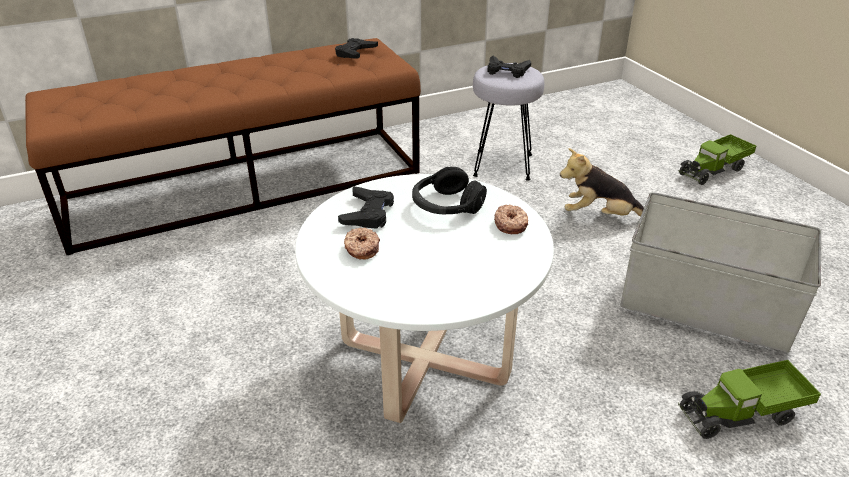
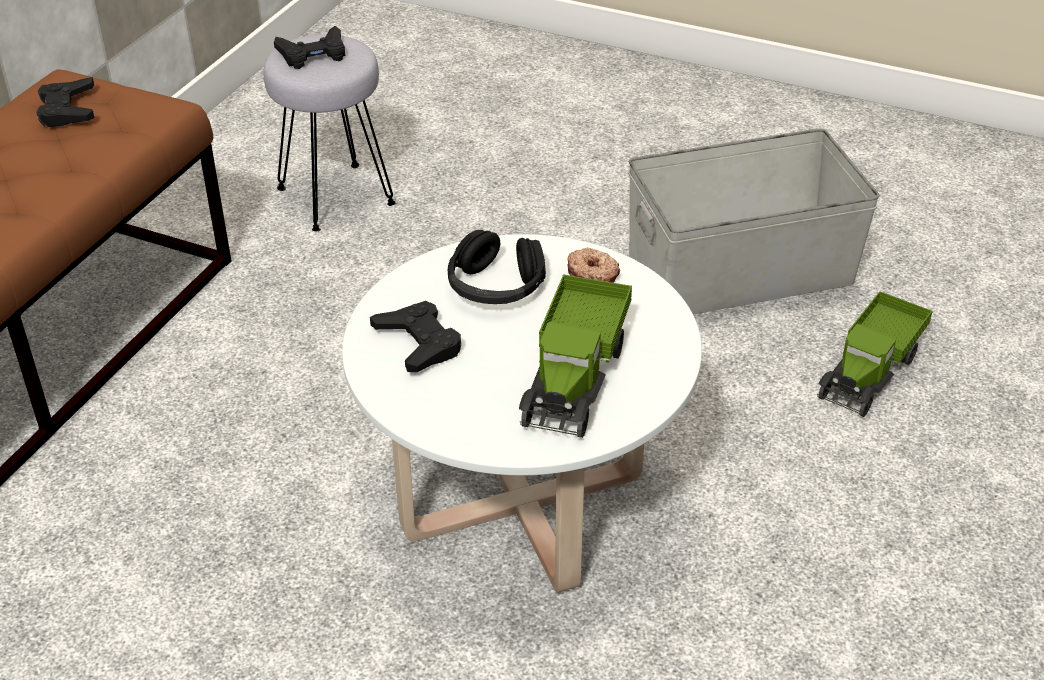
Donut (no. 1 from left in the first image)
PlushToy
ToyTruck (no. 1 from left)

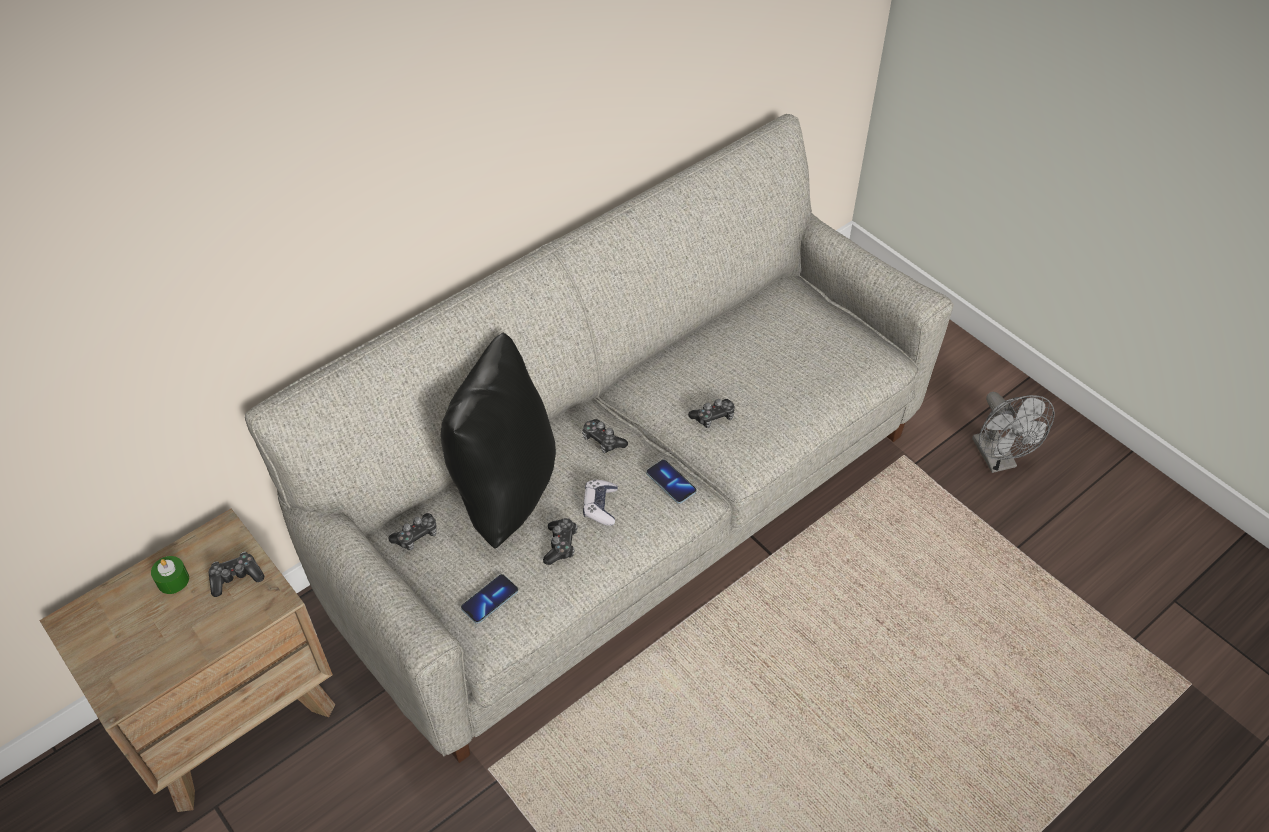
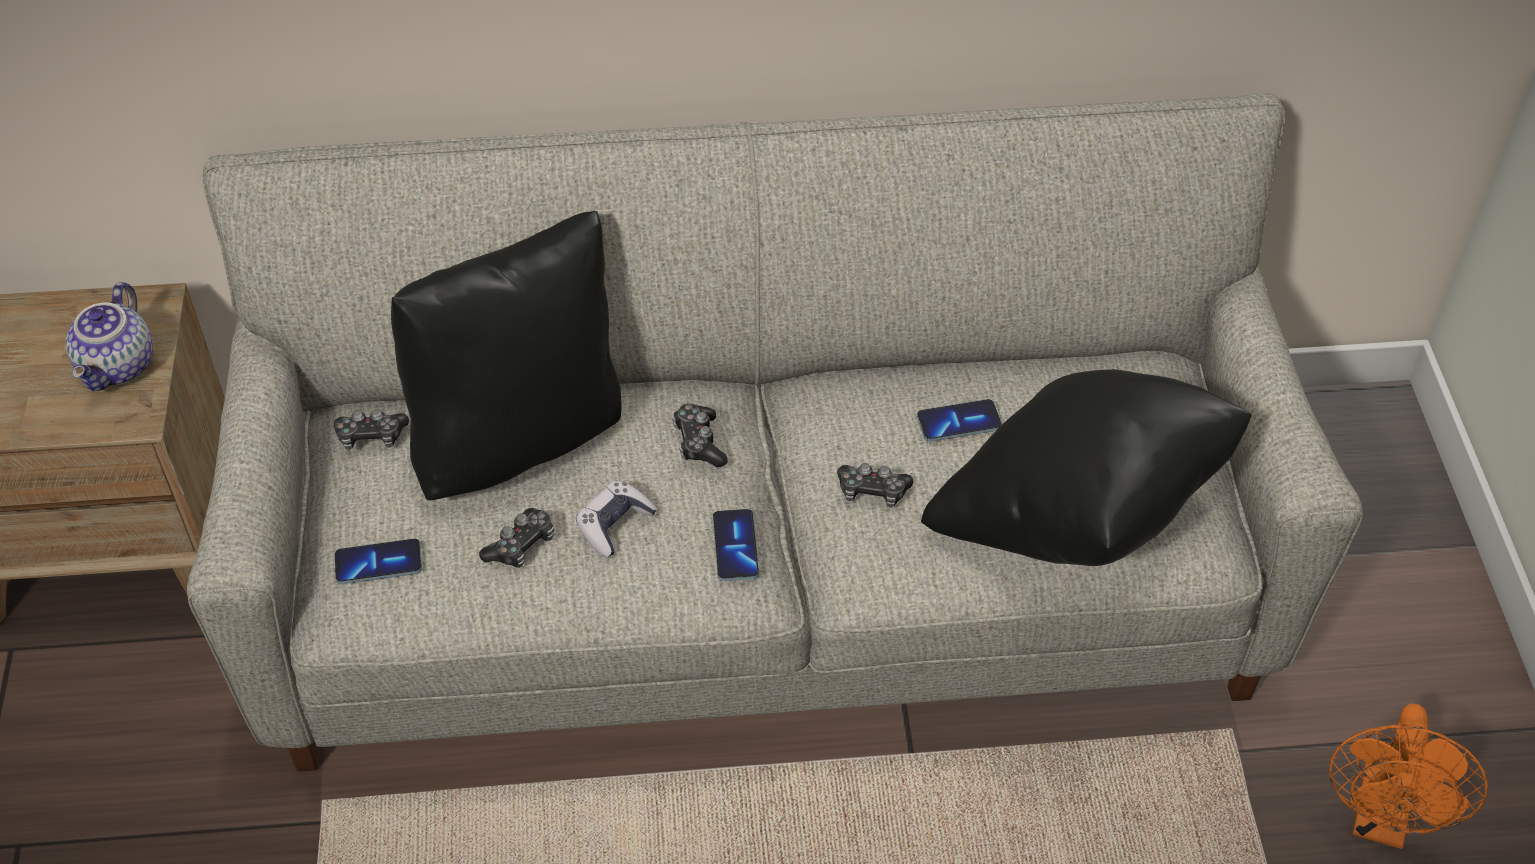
GreenCandle
Teapot
OrangeFan
Phone (no. 3 from left)
BlackPillow (no. 2 from left)

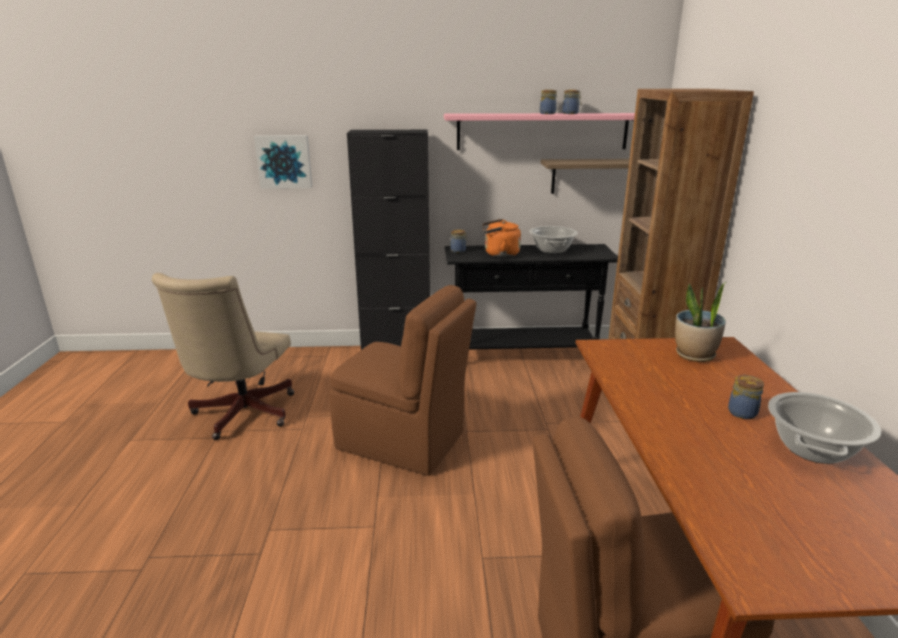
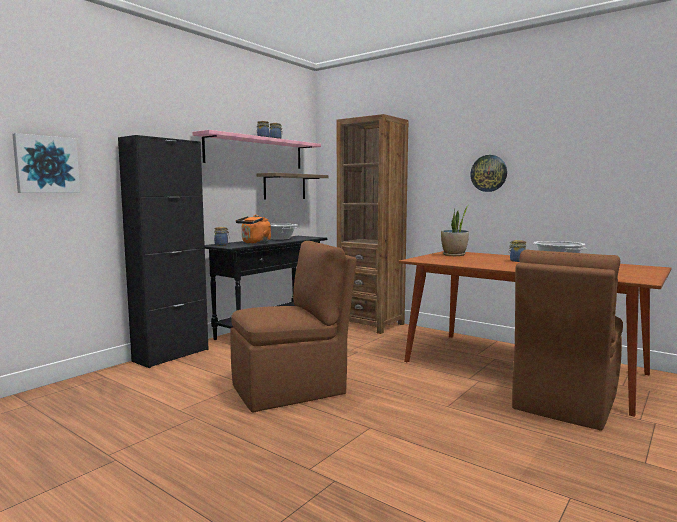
BeigeOfficeChair
WallClock

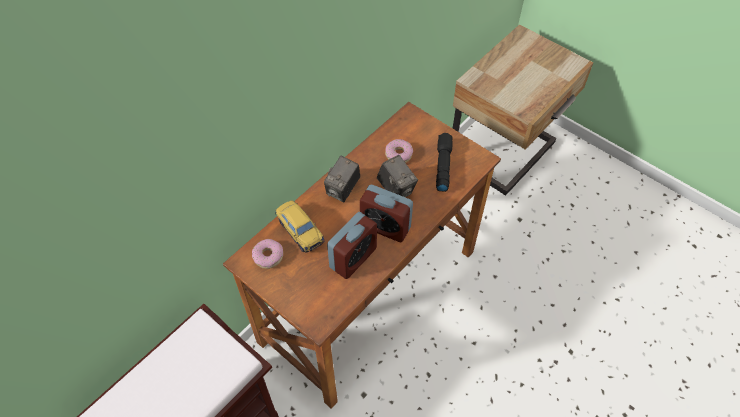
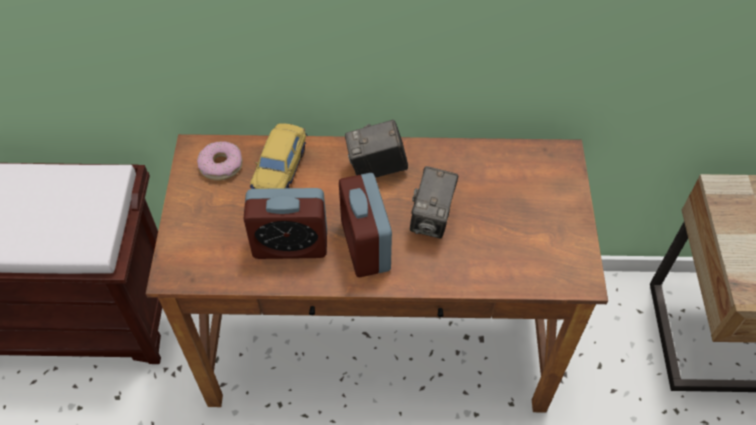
Donut (no. 2 from left in the first image)
BlackFlashlight

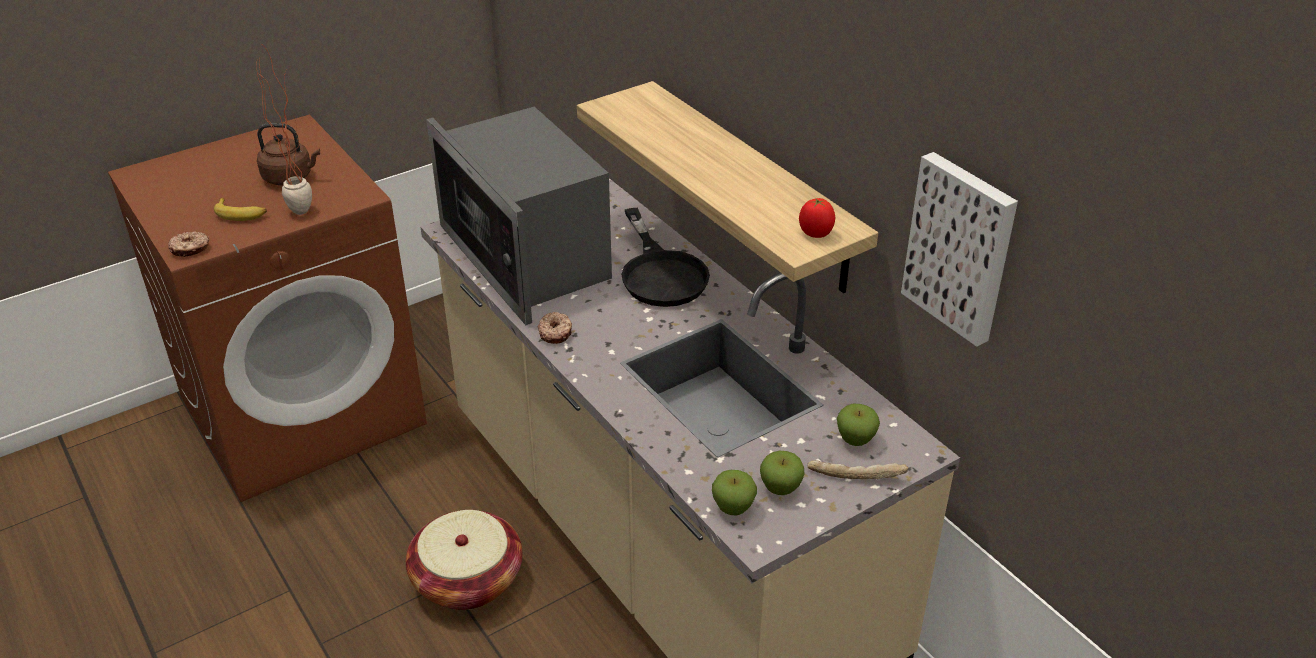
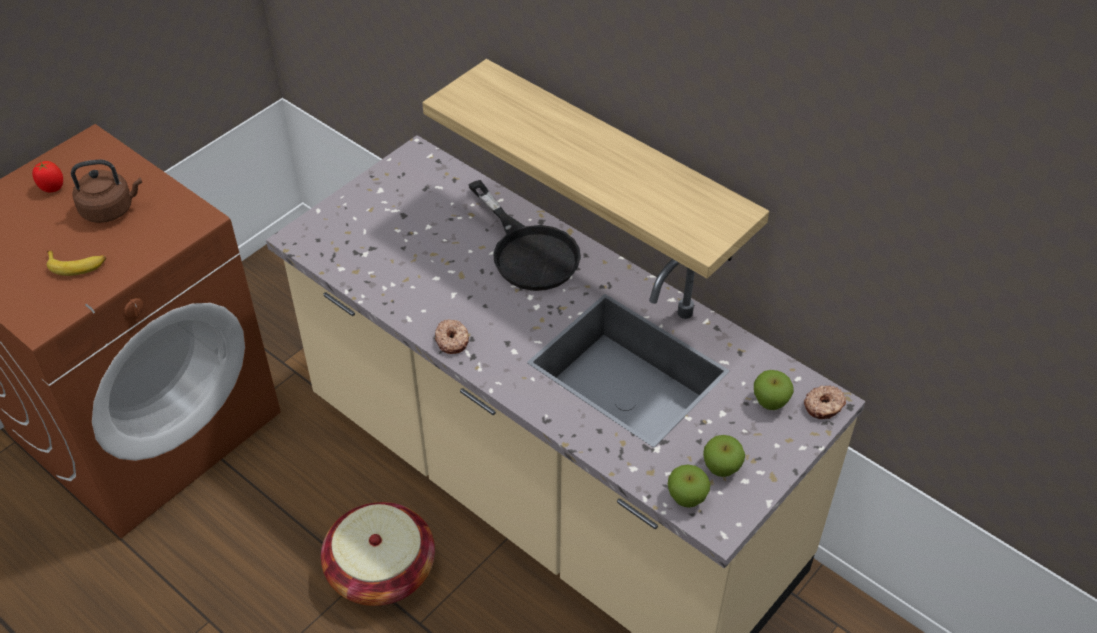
Donut (no. 2 from left)
PottedPlant
Microwave
Tomato
Bread
Picture

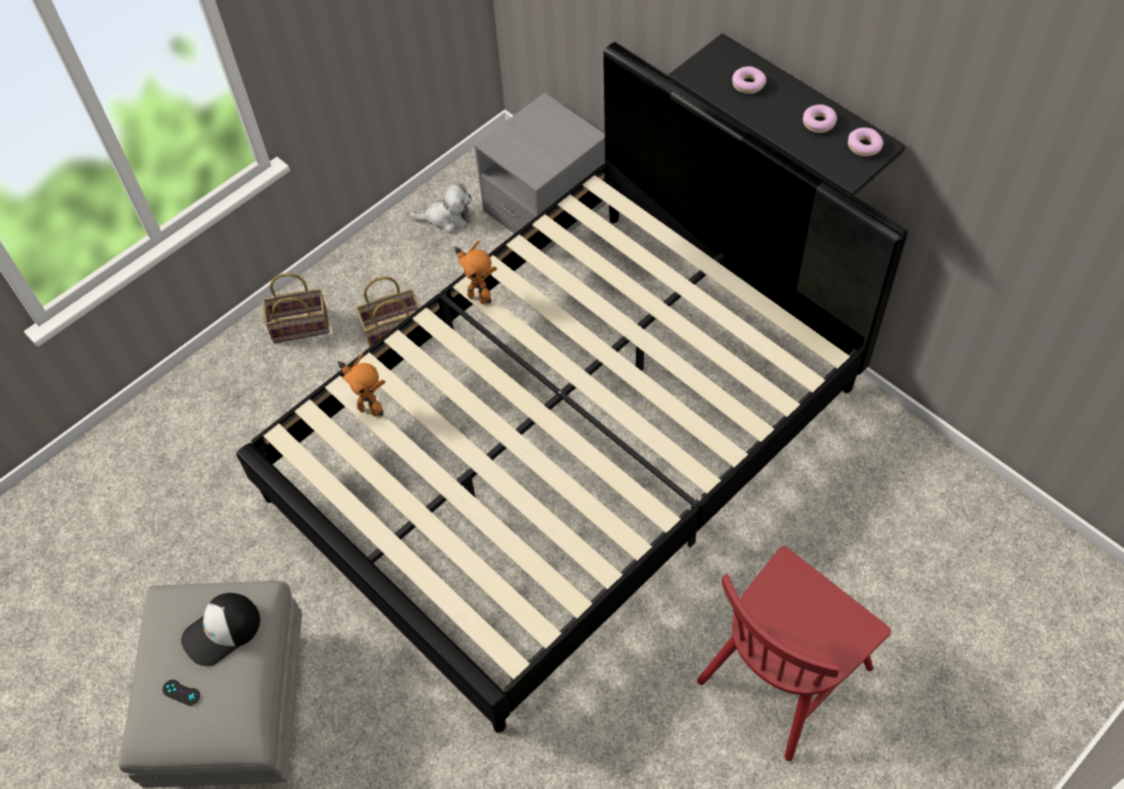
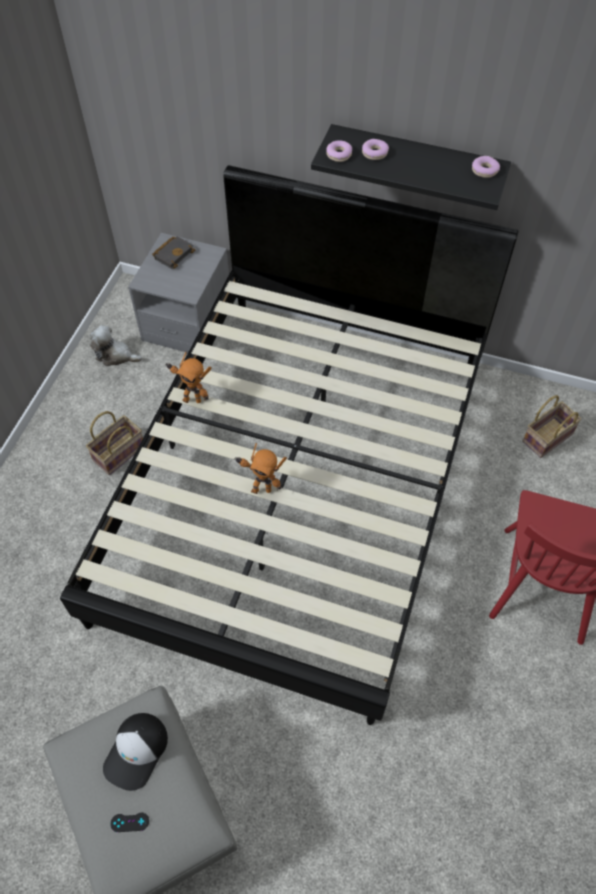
Basket (no. 2 from left)
ToyRobot (no. 2 from left)
PlushToy
Donut (no. 1 from left)
BlackBook

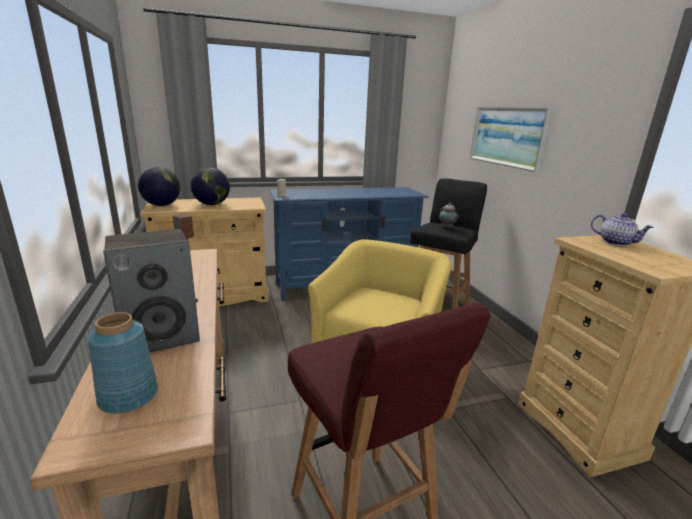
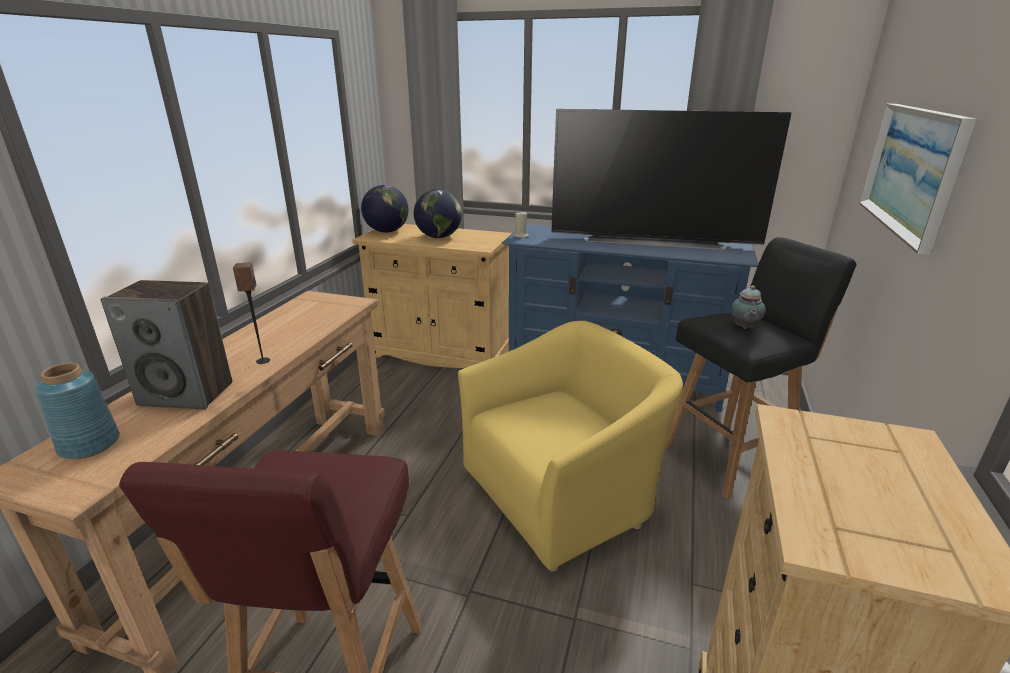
Teapot (no. 2 from left in the first image)
Television

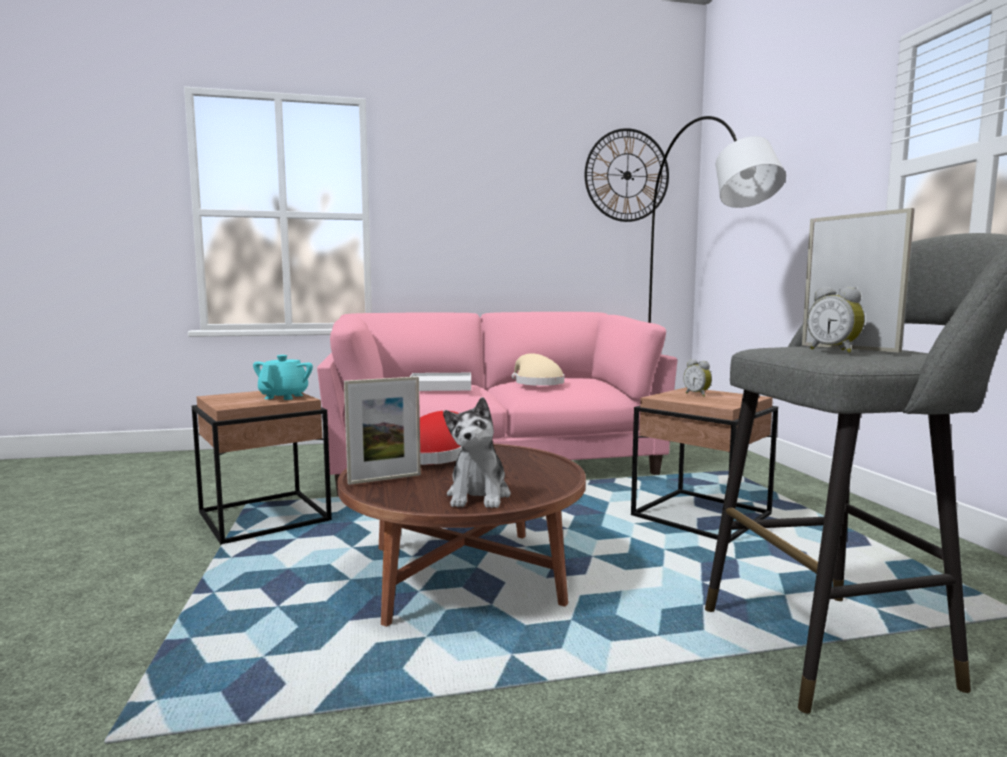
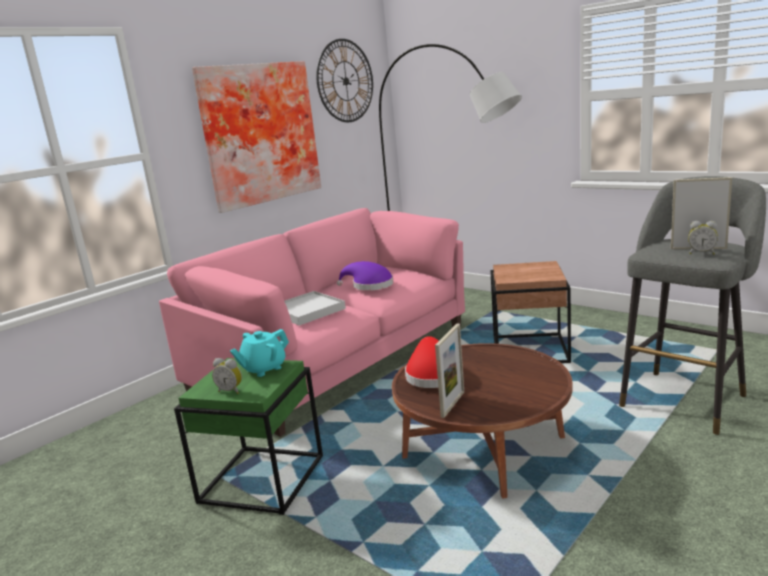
GreenSideTable
TurquoiseTeapot
PlushToy
PurpleHat
AlarmClock (no. 1 from left)
Picture

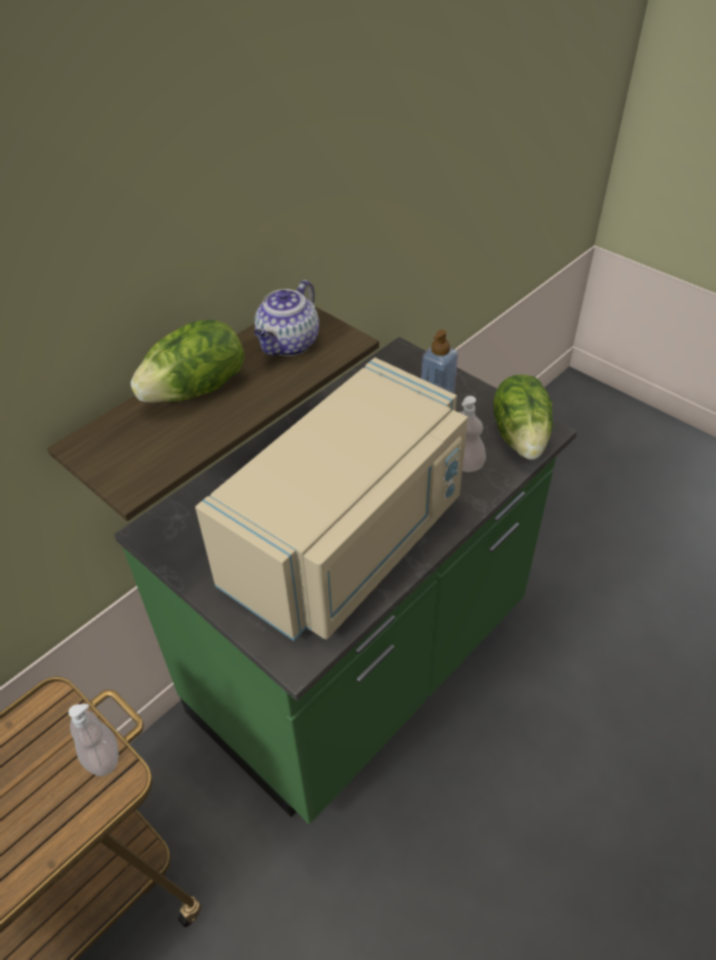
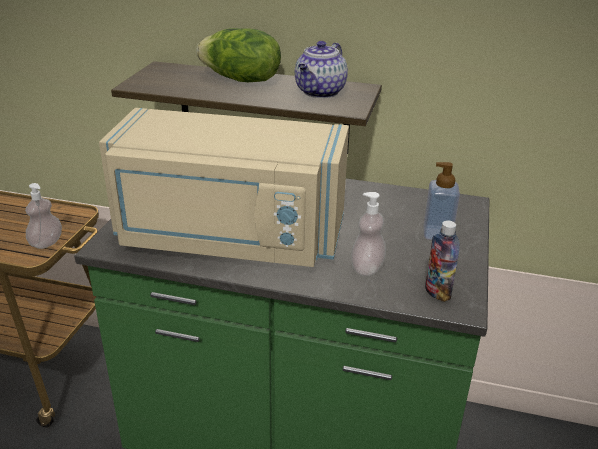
Teapot
Bottle

